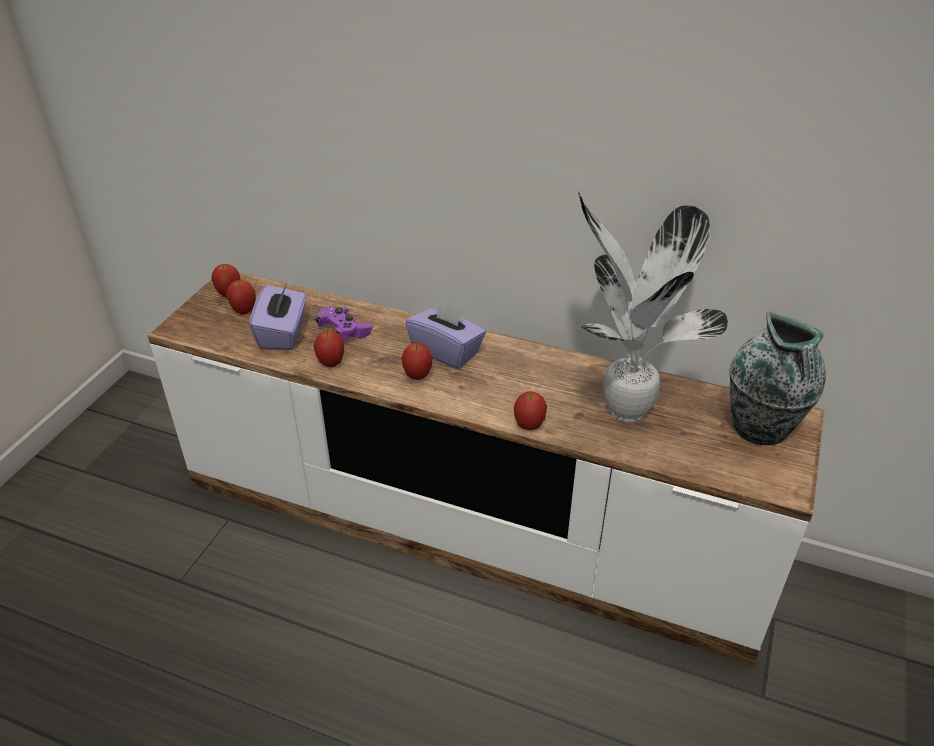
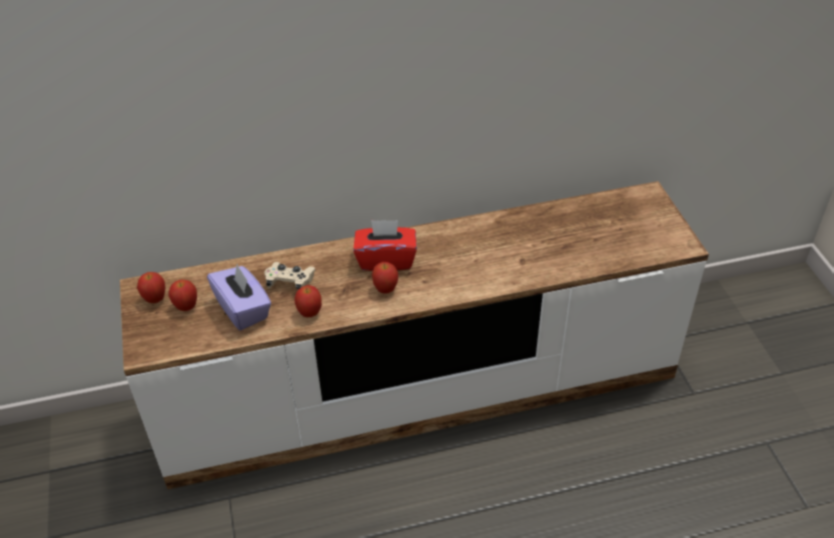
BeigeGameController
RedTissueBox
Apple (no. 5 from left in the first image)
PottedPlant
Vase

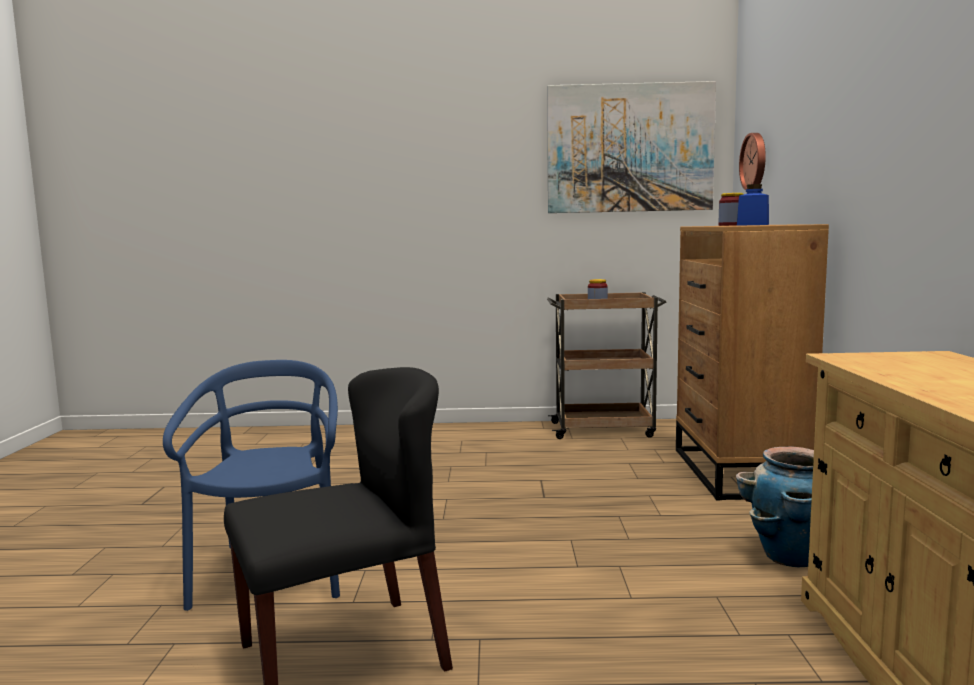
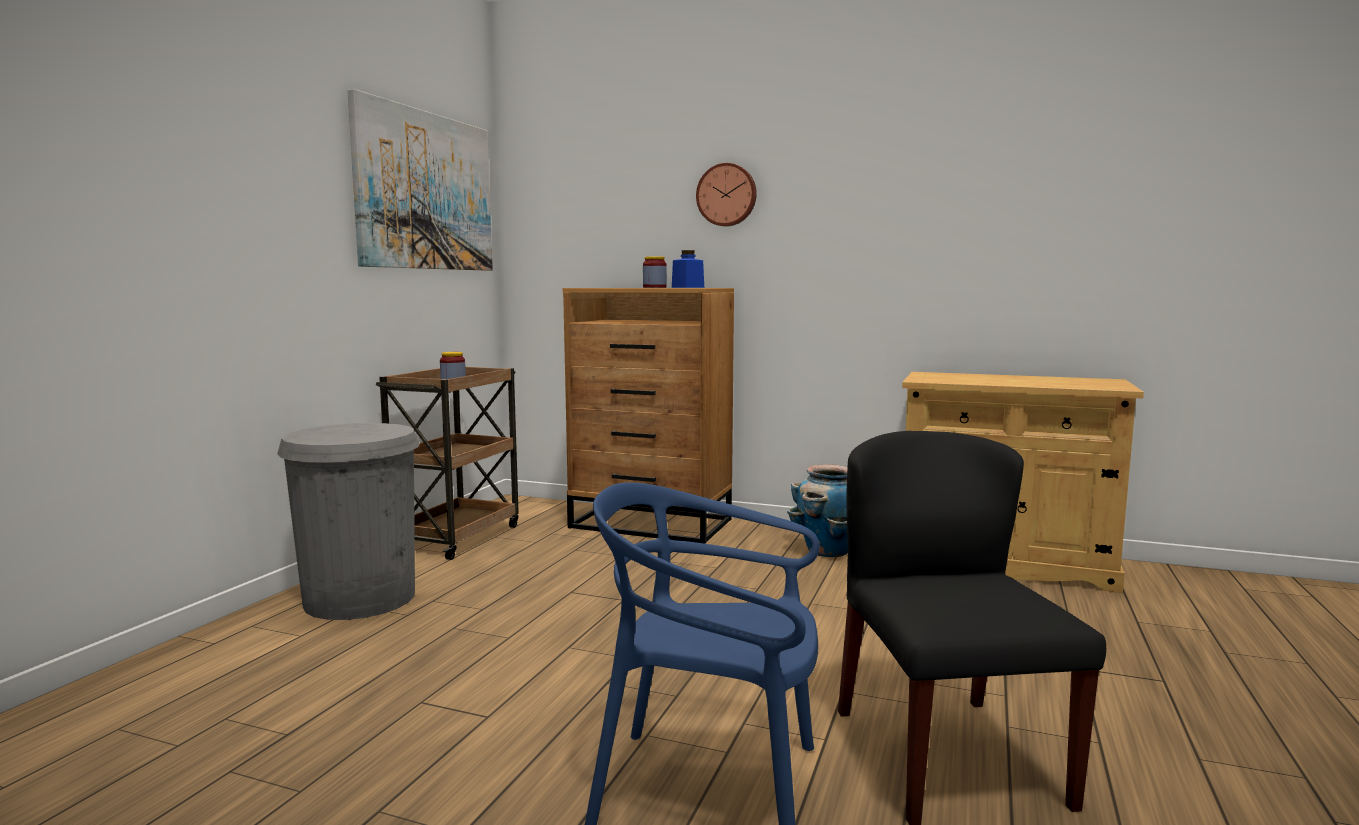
WallClock
GreyTrashCan

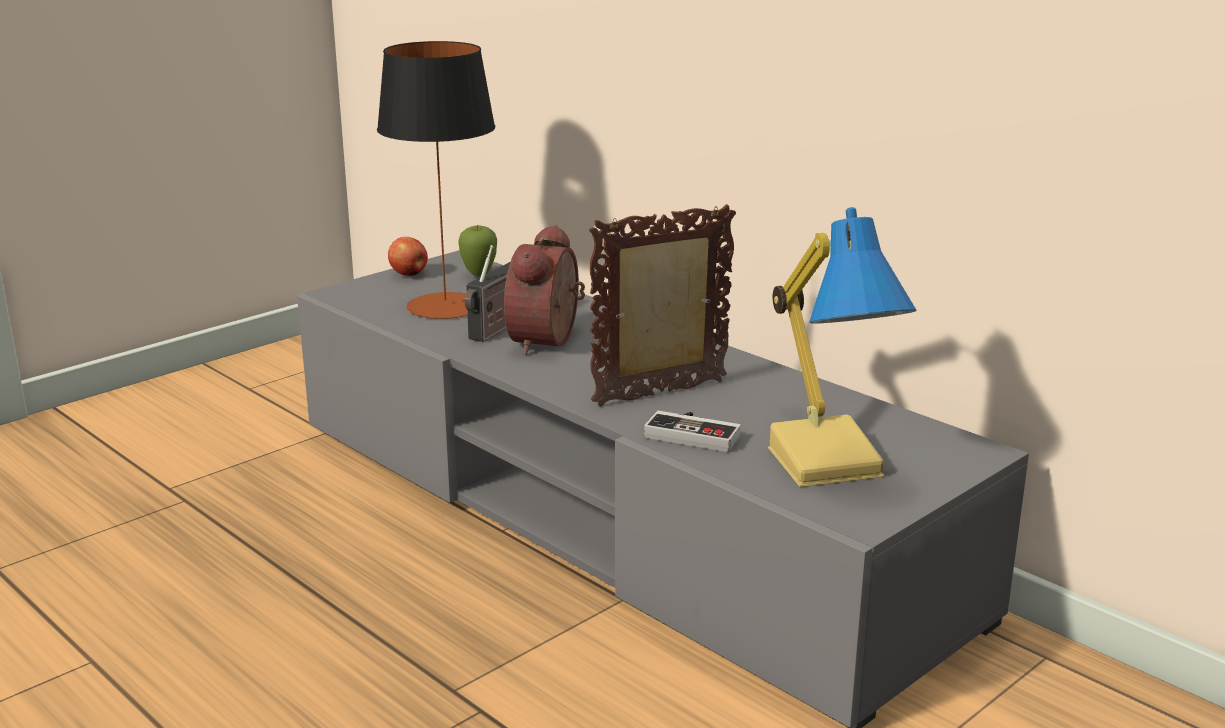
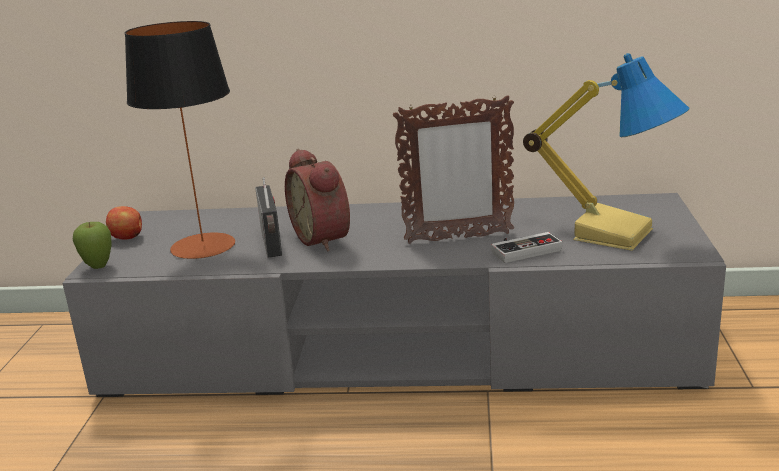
Apple (no. 1 from left)
PictureFrame

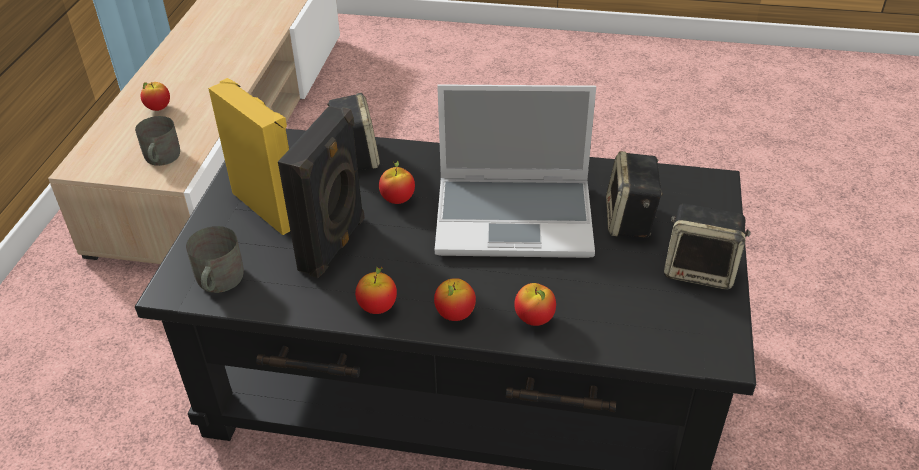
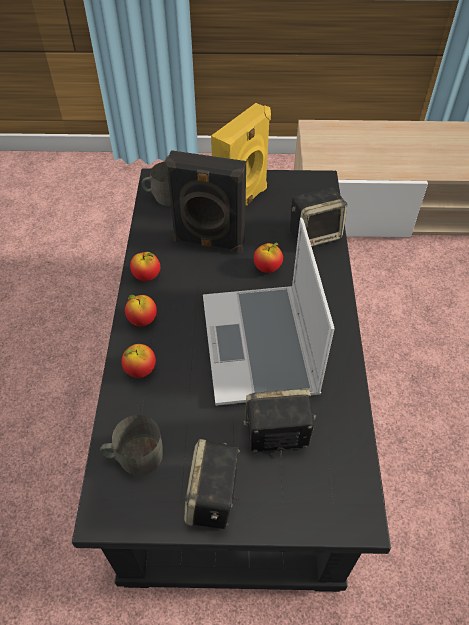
GreyMug (no. 1 from left)
Apple (no. 1 from left in the first image)

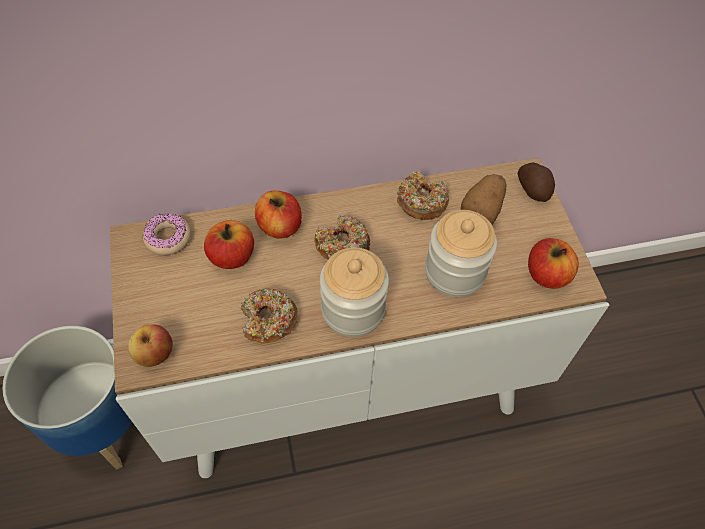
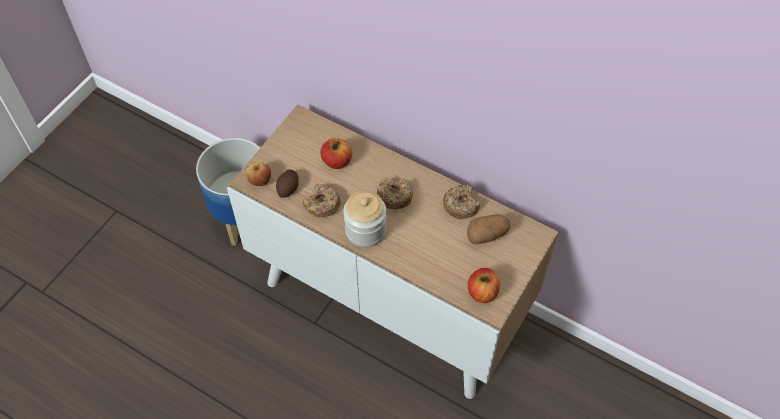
Donut (no. 1 from left in the first image)
Apple (no. 3 from left in the first image)
Jar (no. 2 from left in the first image)
Potato (no. 1 from left)

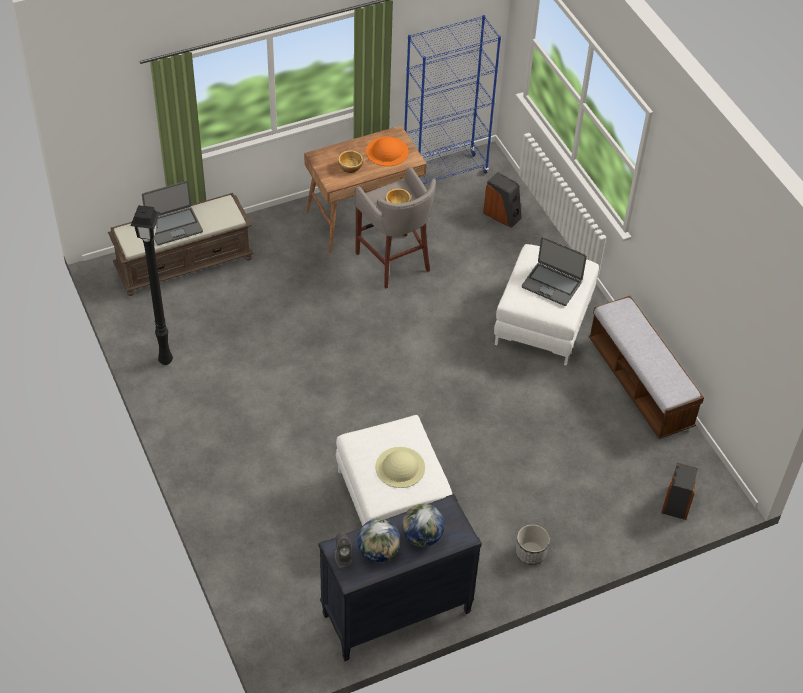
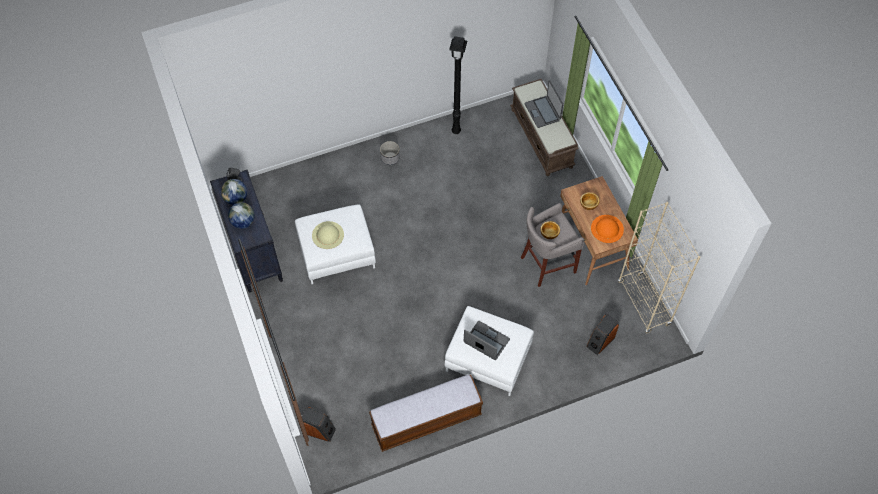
BeigeBookcase
Planter
Laptop (no. 1 from left)

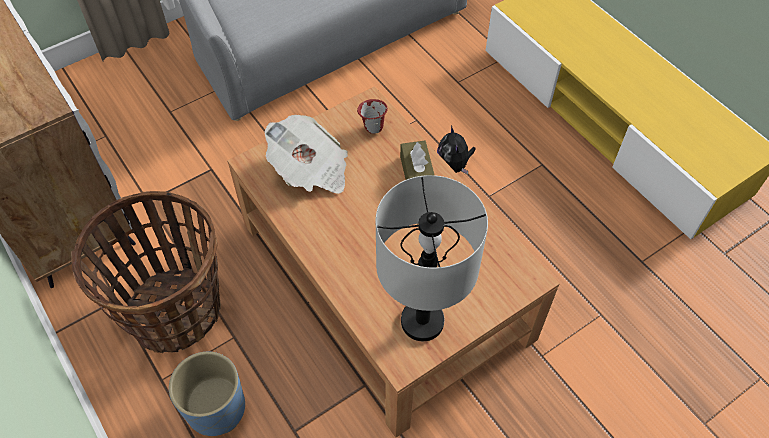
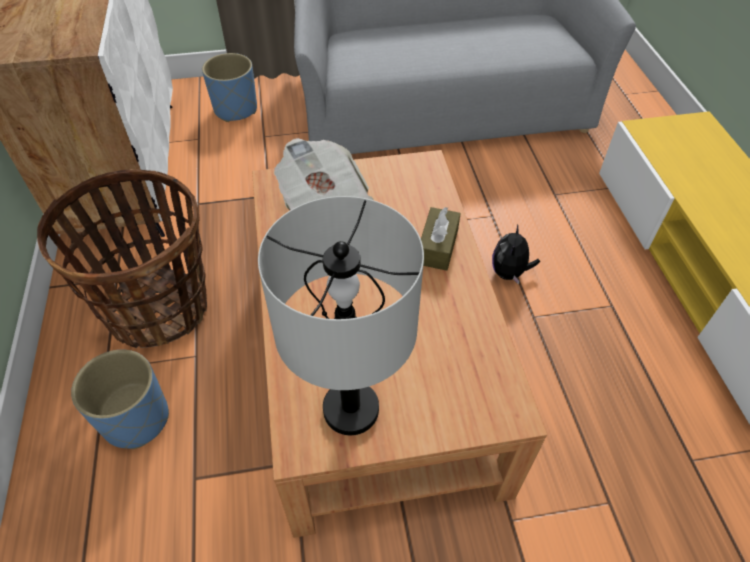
RedMug
BluePlanter (no. 2 from left)

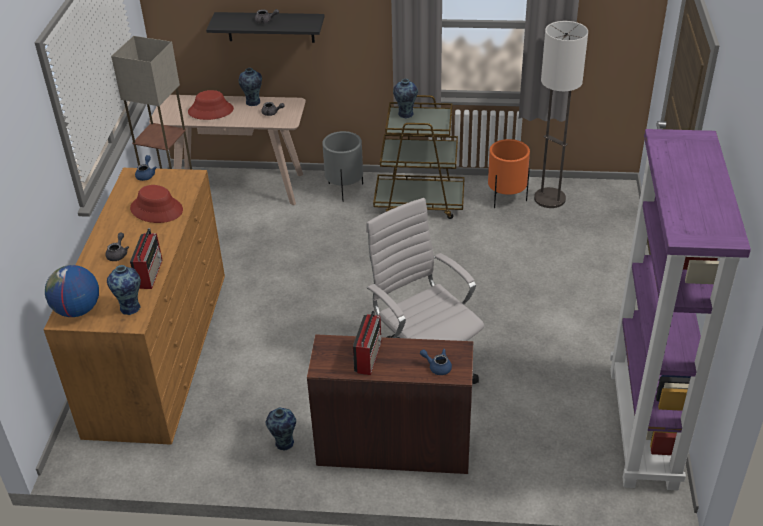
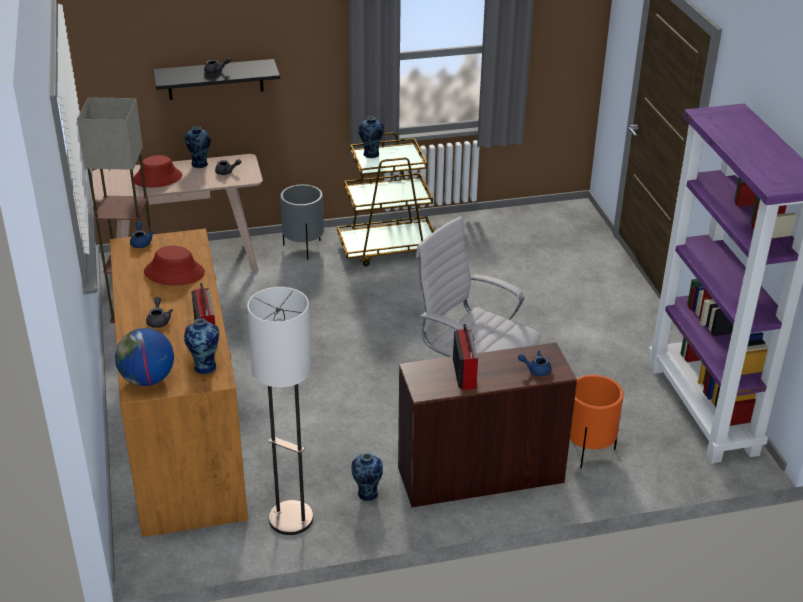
OrangePlanter
FloorLamp (no. 2 from left)

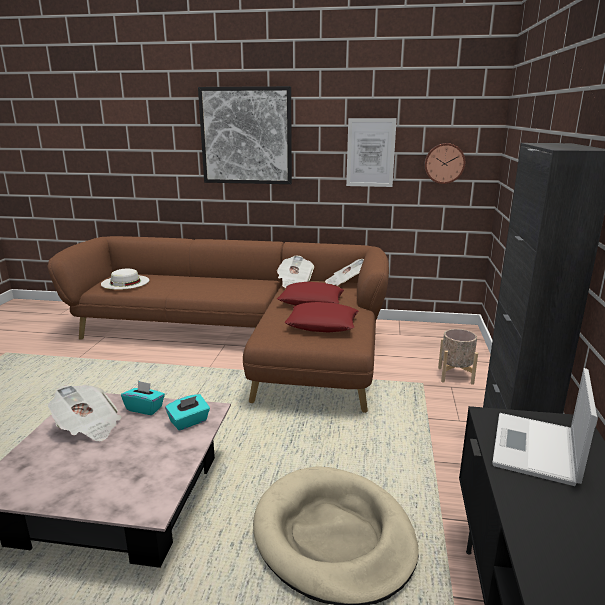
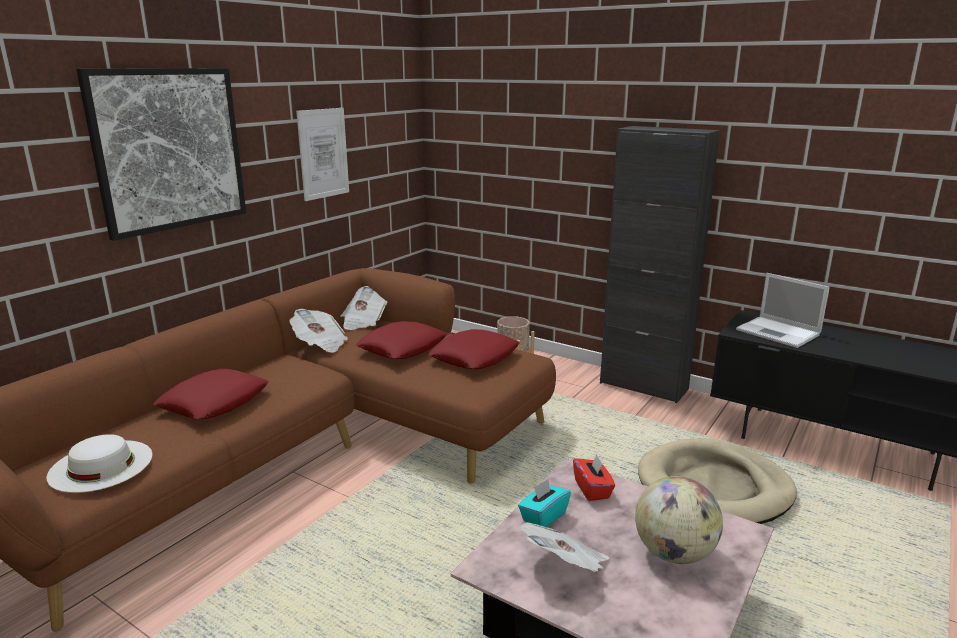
RedTissueBox
WallClock
RedPillow (no. 1 from left)
Globe

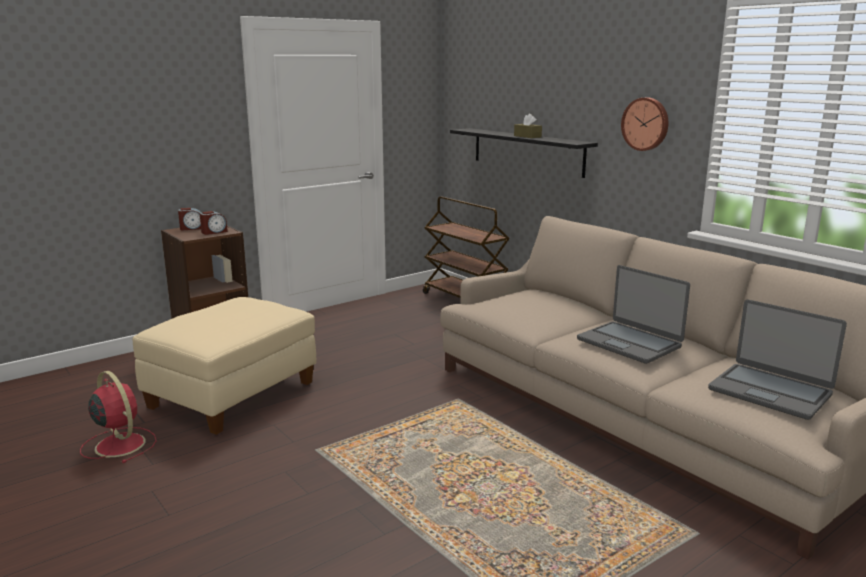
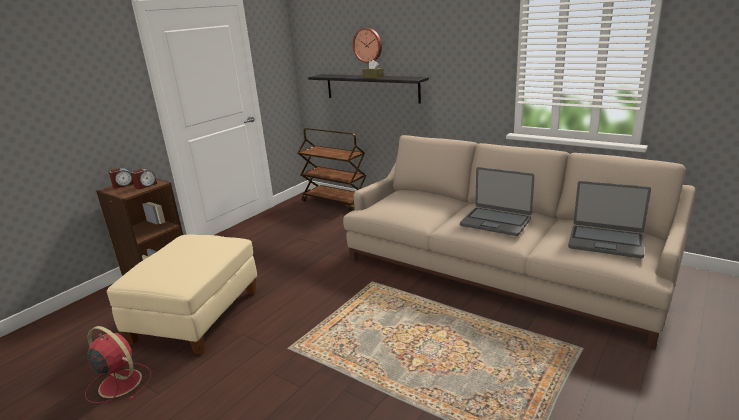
WallClock

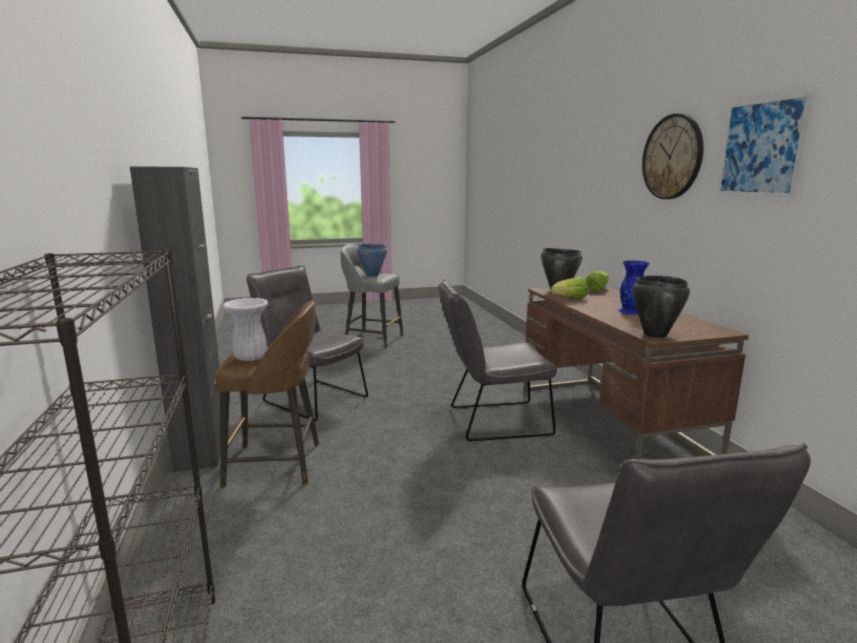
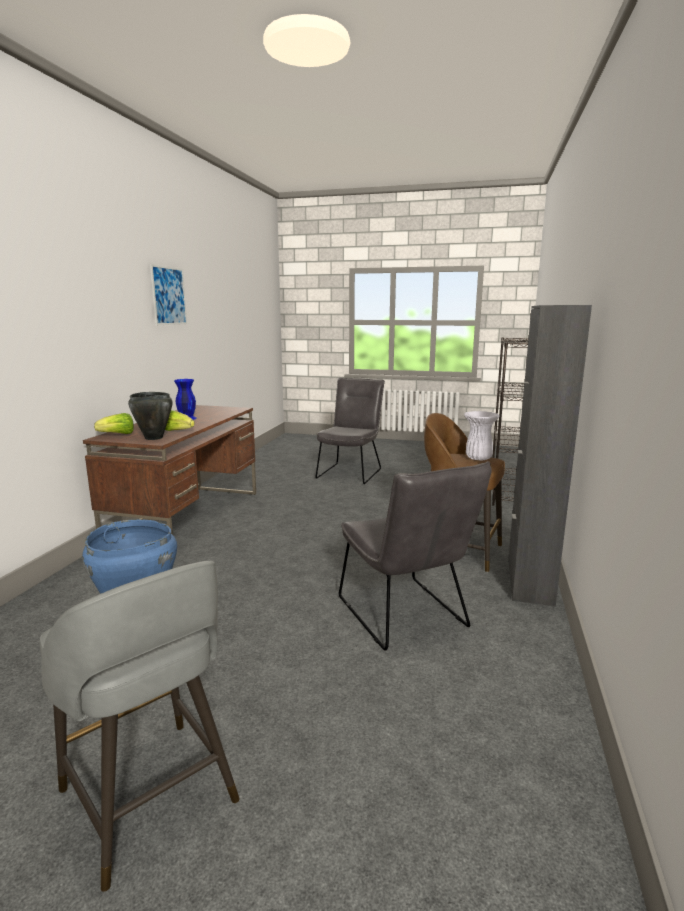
GreyChair (no. 2 from left in the first image)
BlackCookingPot (no. 2 from left in the first image)
WallClock

